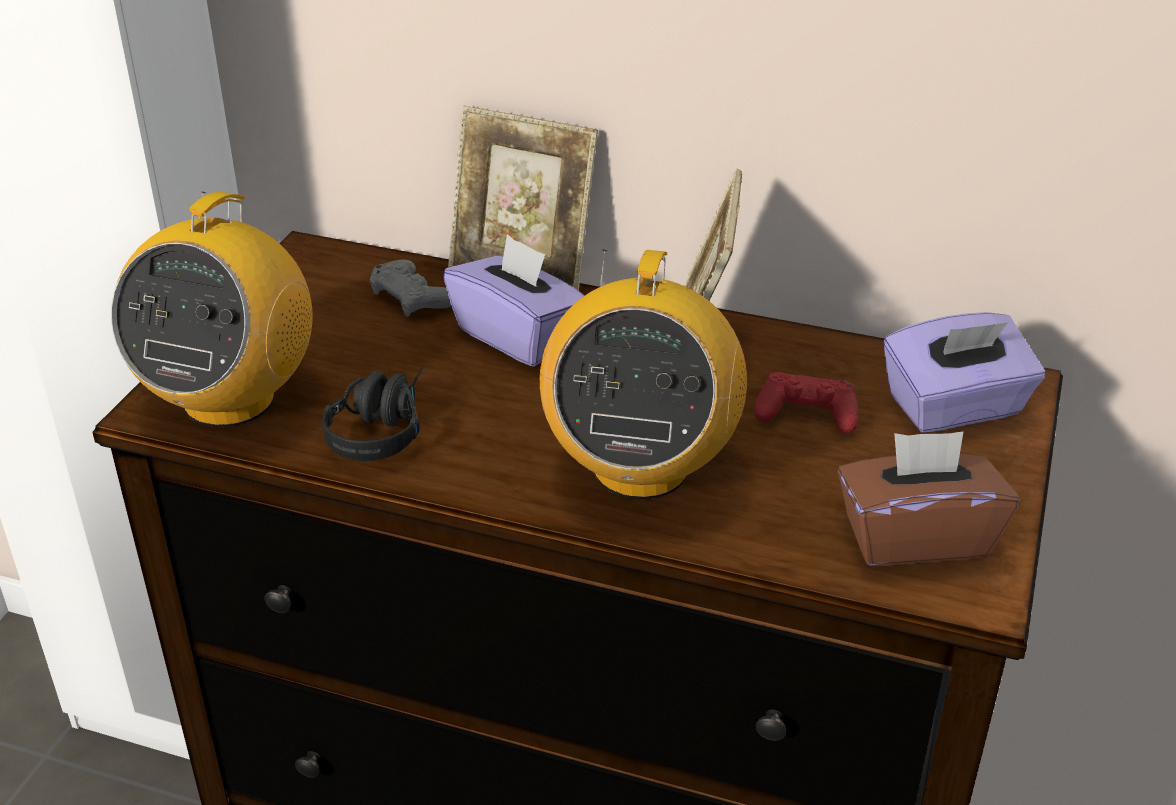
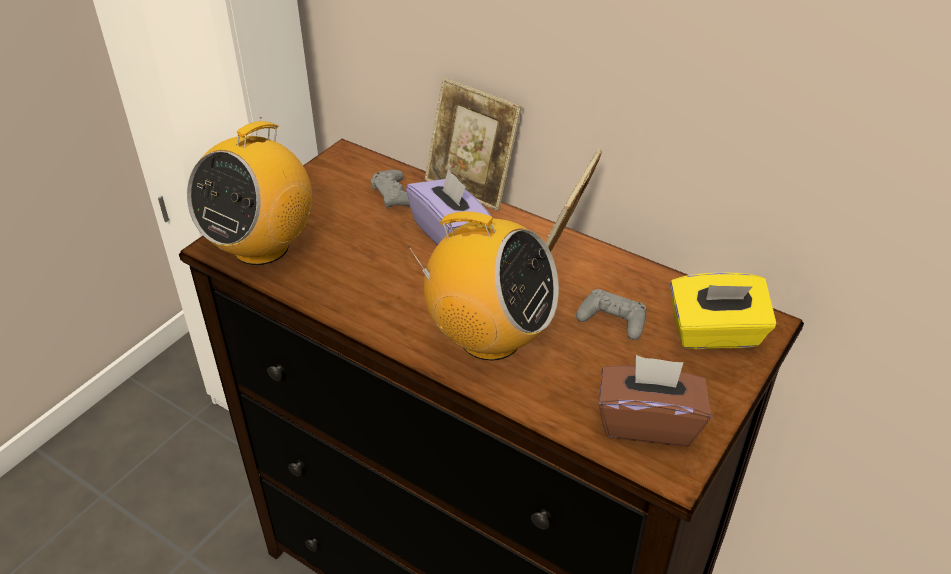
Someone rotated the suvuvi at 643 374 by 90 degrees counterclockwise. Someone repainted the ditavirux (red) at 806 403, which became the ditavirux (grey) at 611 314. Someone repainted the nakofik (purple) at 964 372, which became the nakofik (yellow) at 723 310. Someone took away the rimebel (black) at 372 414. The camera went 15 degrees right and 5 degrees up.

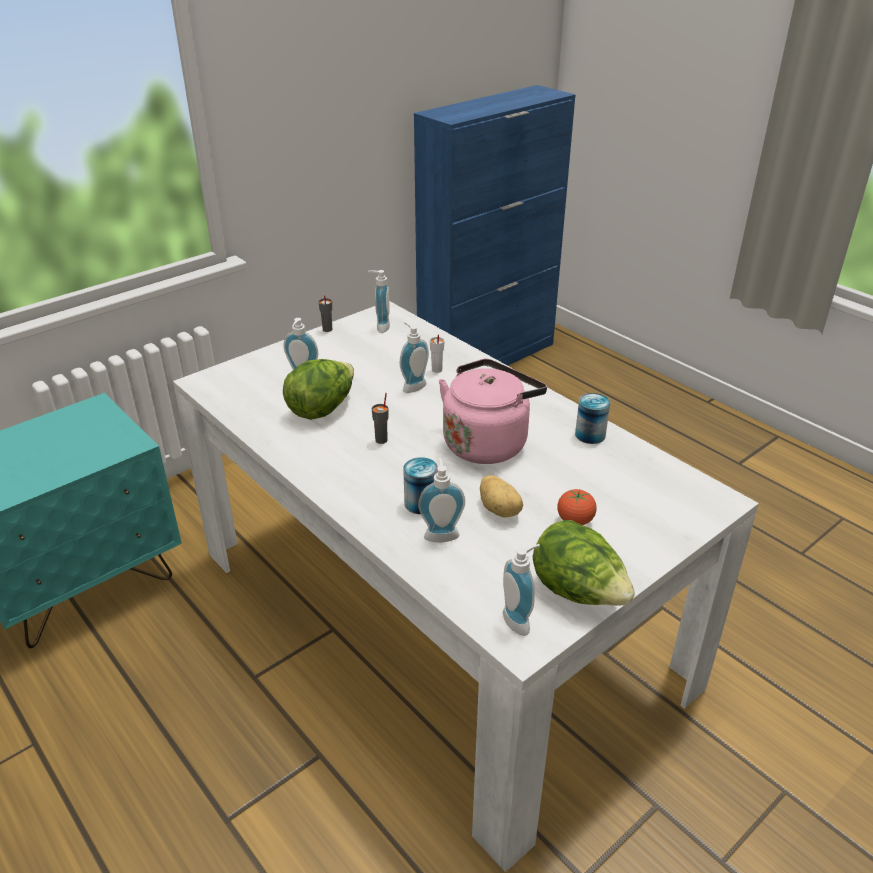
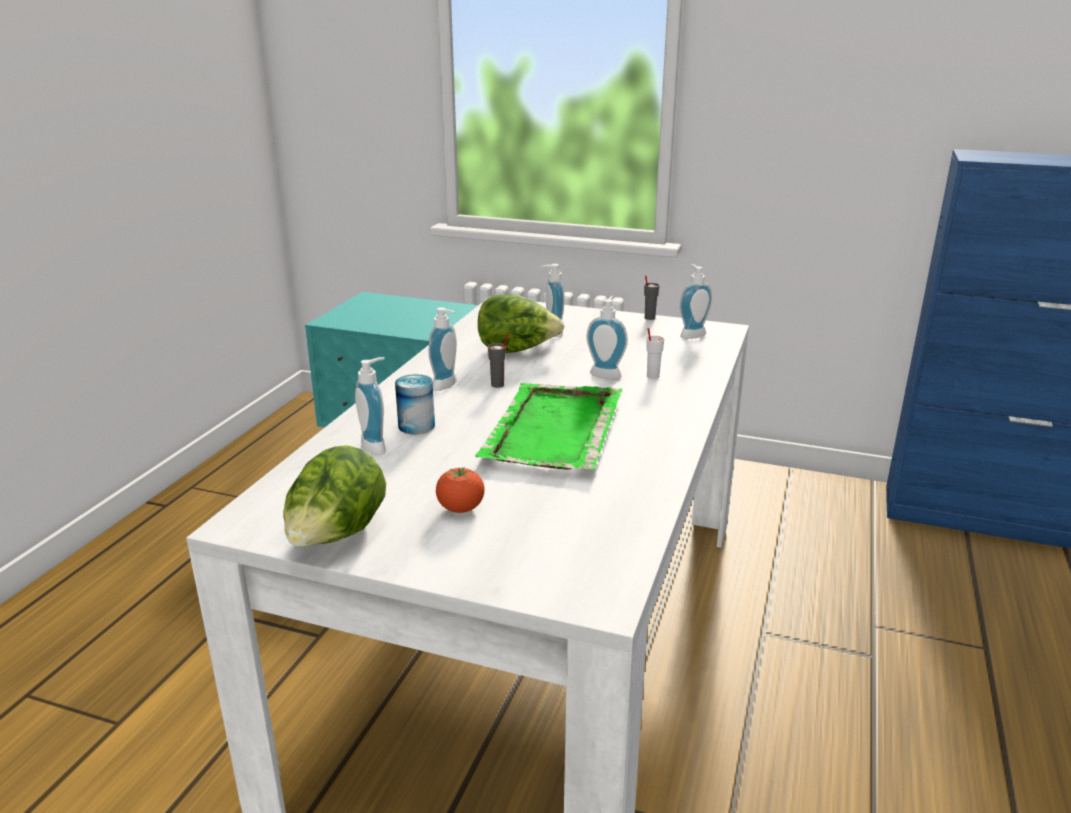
Someone carried the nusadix from 521 590 to 443 349. Someone swapped the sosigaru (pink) at 493 411 for the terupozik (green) at 548 426. Someone took away the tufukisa at 501 496. Someone took away the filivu at 592 418. The camera went 60 degrees right and 10 degrees down.

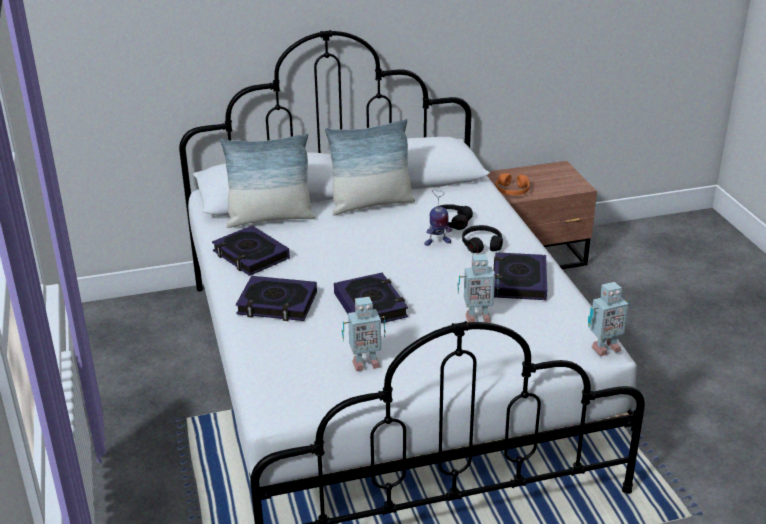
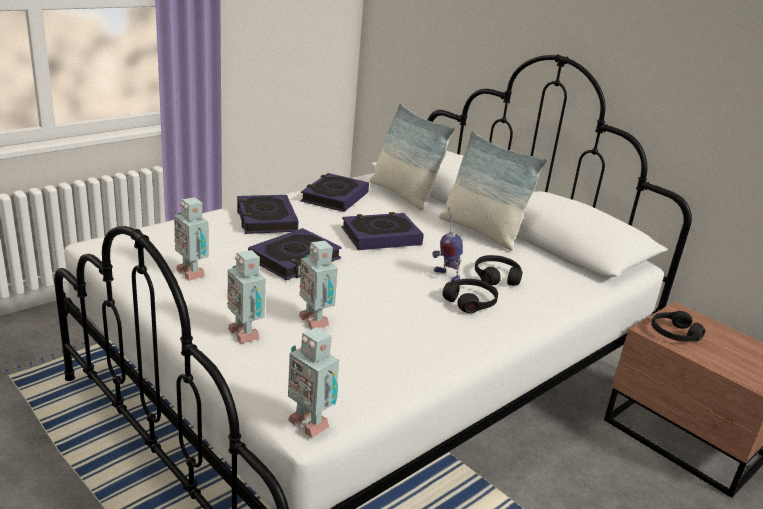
Someone put down the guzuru at 246 297. Someone carried the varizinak from 520 276 to 383 231. Someone repainted the rimebel (orange) at 512 184, which became the rimebel (black) at 678 326. The camera went 60 degrees right and 5 degrees down.

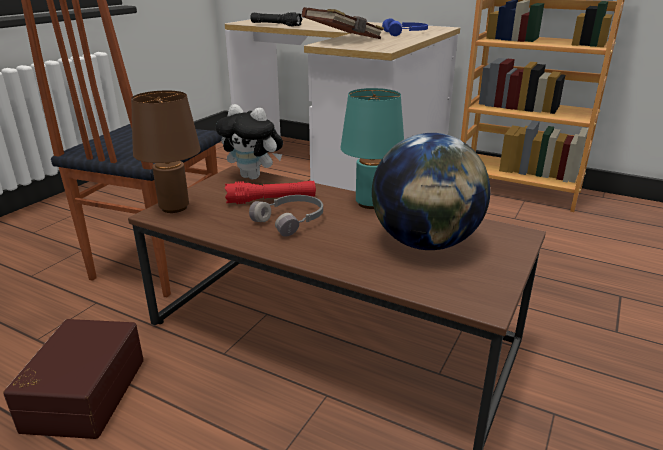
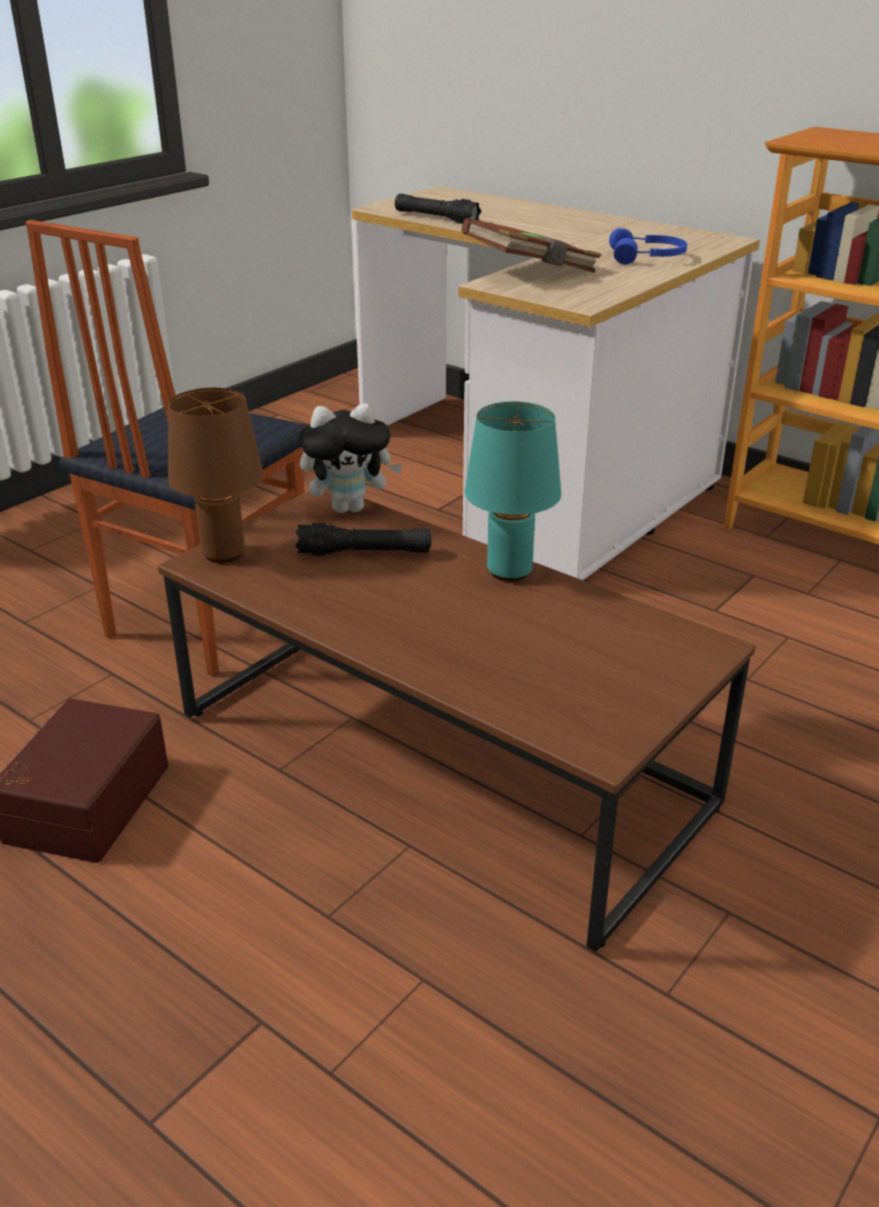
Someone repainted the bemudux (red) at 270 192, which became the bemudux (black) at 363 539. Someone rotated the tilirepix at 249 141 by 45 degrees counterclockwise. Someone took away the rimebel (grey) at 286 216. Someone took away the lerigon at 431 191. The camera went 10 degrees right and 5 degrees up.

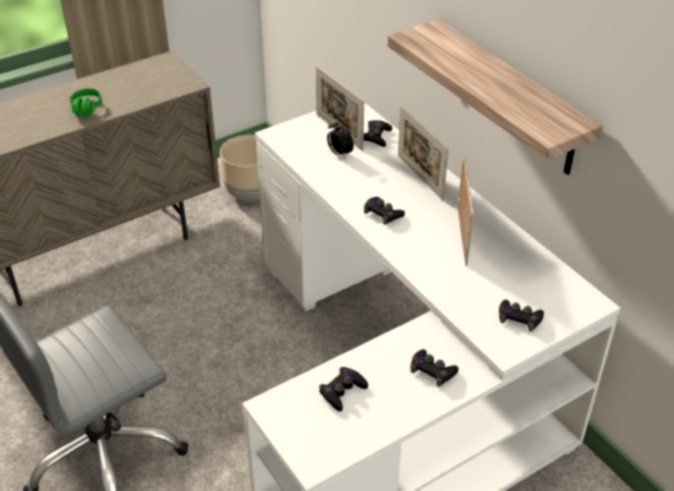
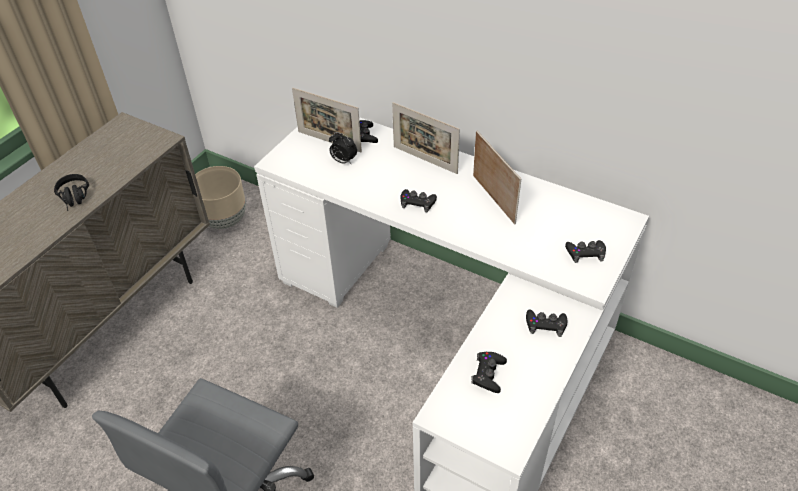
Someone repainted the rimebel (green) at 86 103, which became the rimebel (black) at 71 192. Someone took away the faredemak at 495 97. The camera went 25 degrees left and 5 degrees up.

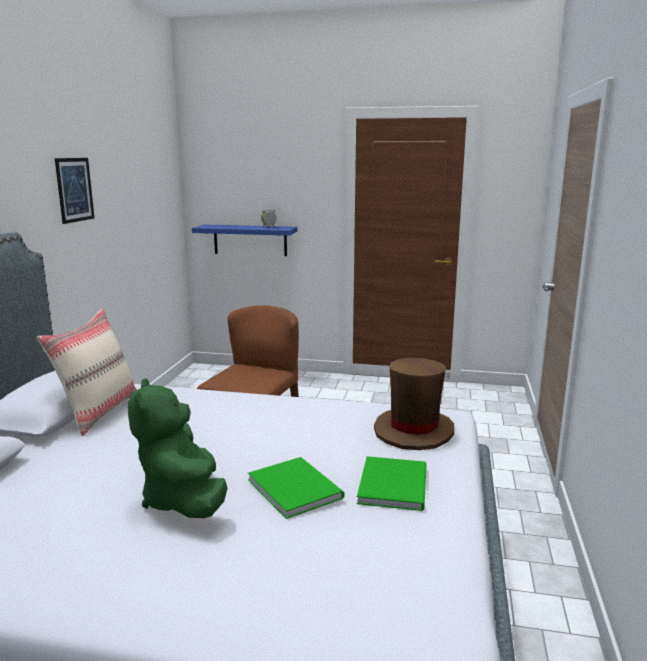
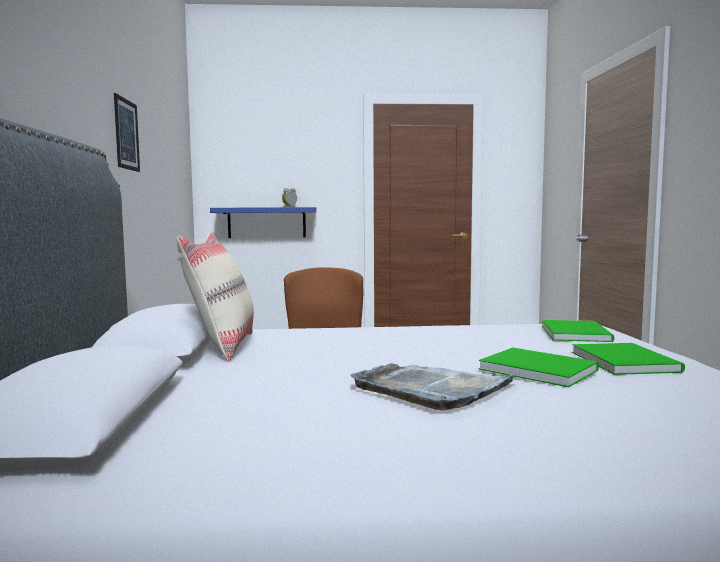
Someone swapped the tilirepix (green) at 178 448 for the terupozik (grey) at 435 387. Someone swapped the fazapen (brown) at 414 404 for the varizinak (green) at 578 331. The camera went 15 degrees left and 10 degrees down.

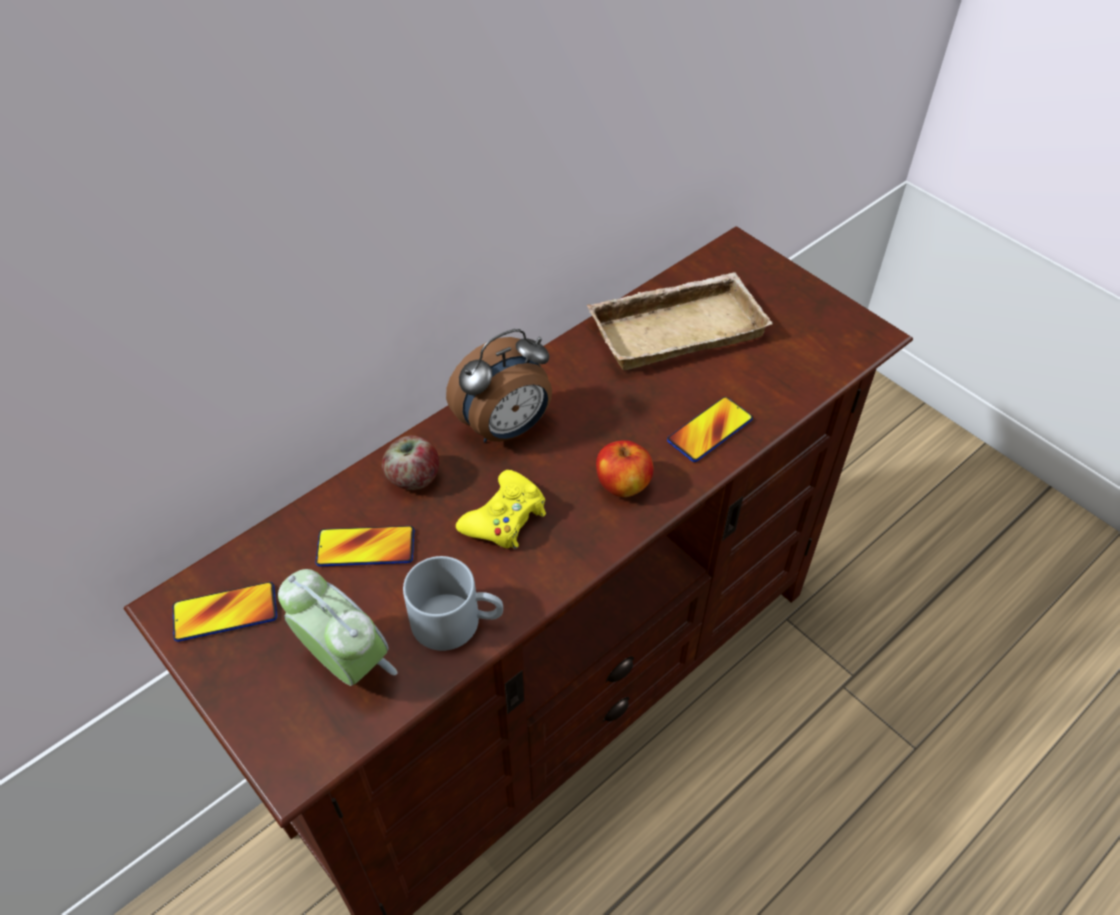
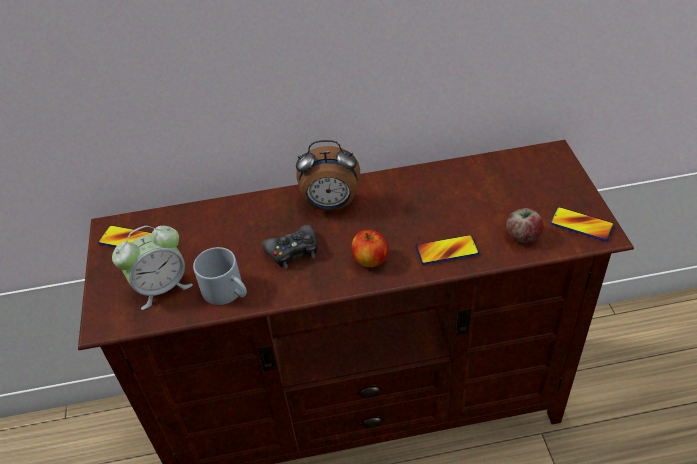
Someone rotated the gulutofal at 337 627 by 75 degrees clockwise. Someone repainted the ditavirux (yellow) at 501 509, which became the ditavirux (black) at 289 247. Someone carried the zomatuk from 410 463 to 525 226. Someone carried the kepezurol from 365 546 to 582 224. Someone took away the terupozik (beige) at 679 321. The camera went 35 degrees right and 5 degrees down.

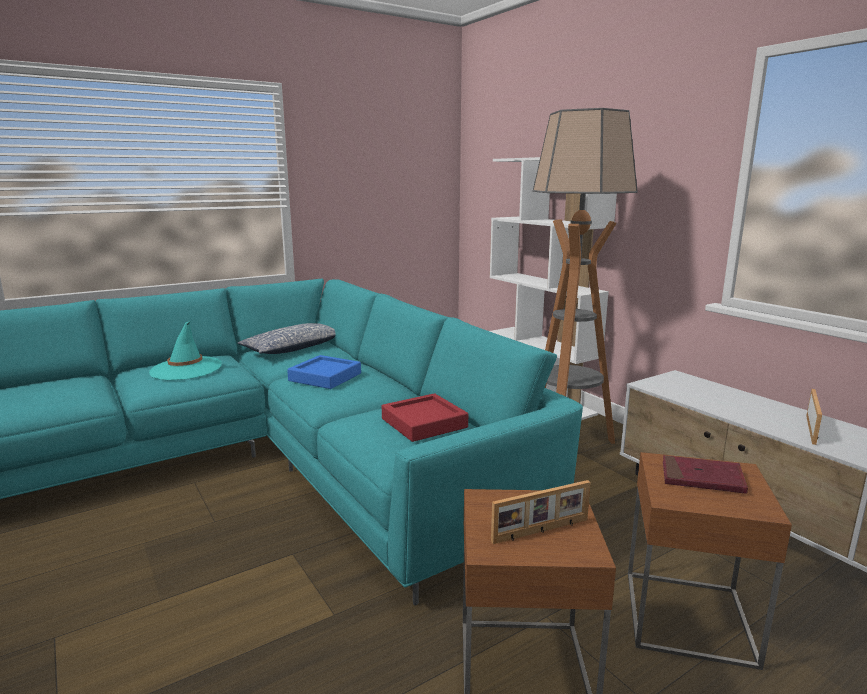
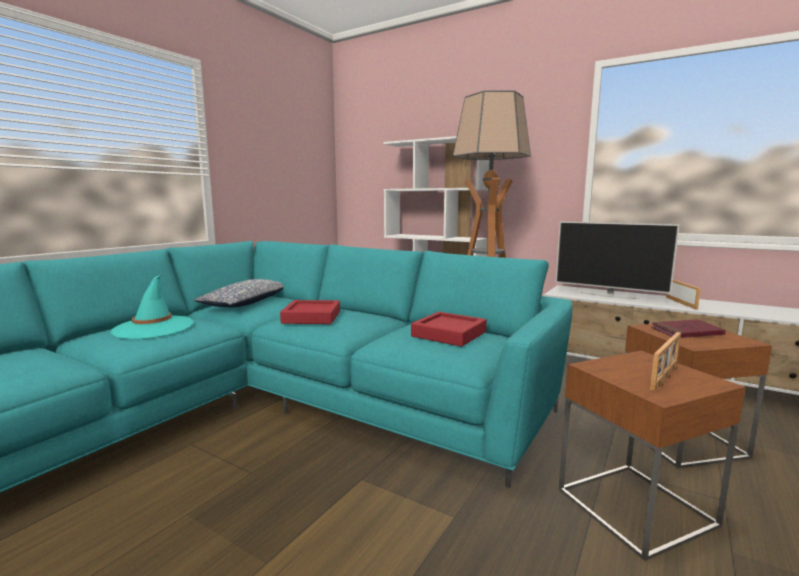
Someone repainted the terupozik (blue) at 324 372, which became the terupozik (red) at 310 312. Someone put down the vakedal at 617 260. The camera went 25 degrees left and 5 degrees down.

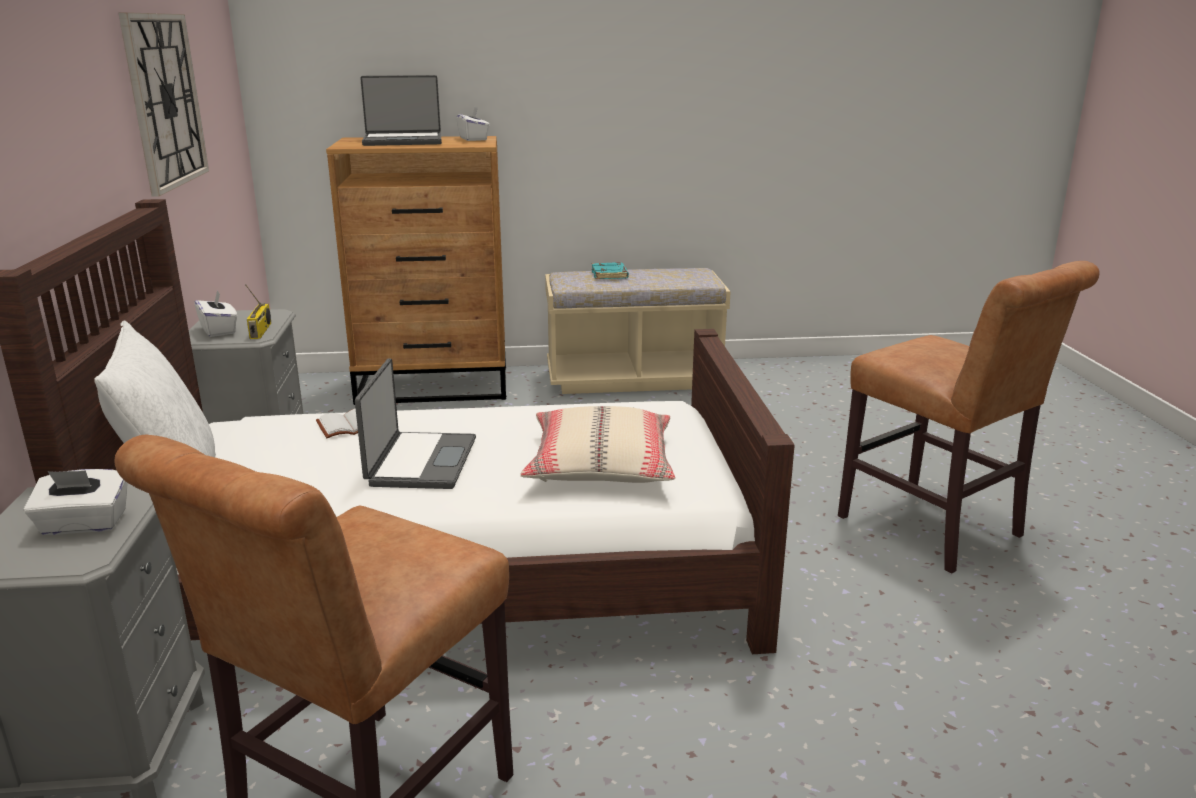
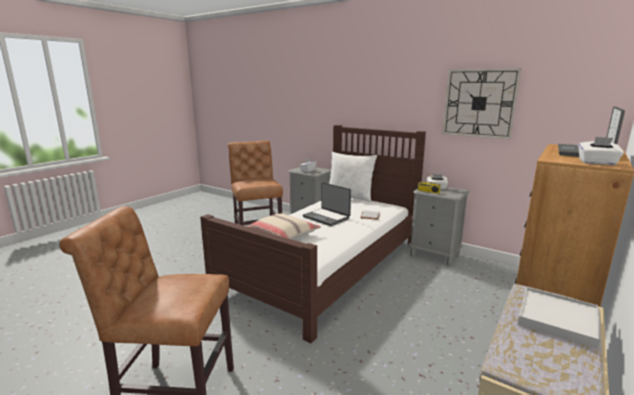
Someone swapped the varizinak (turquoise) at 610 270 for the terupozik (white) at 559 318. The camera went 130 degrees right and 5 degrees down.

